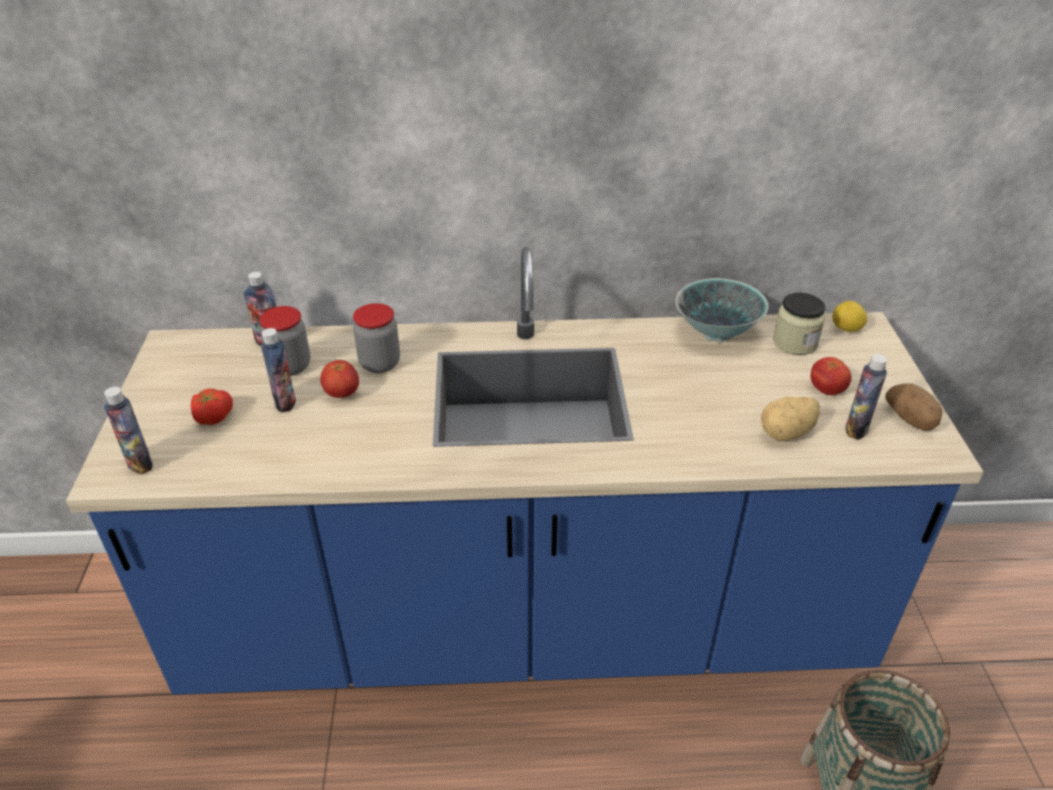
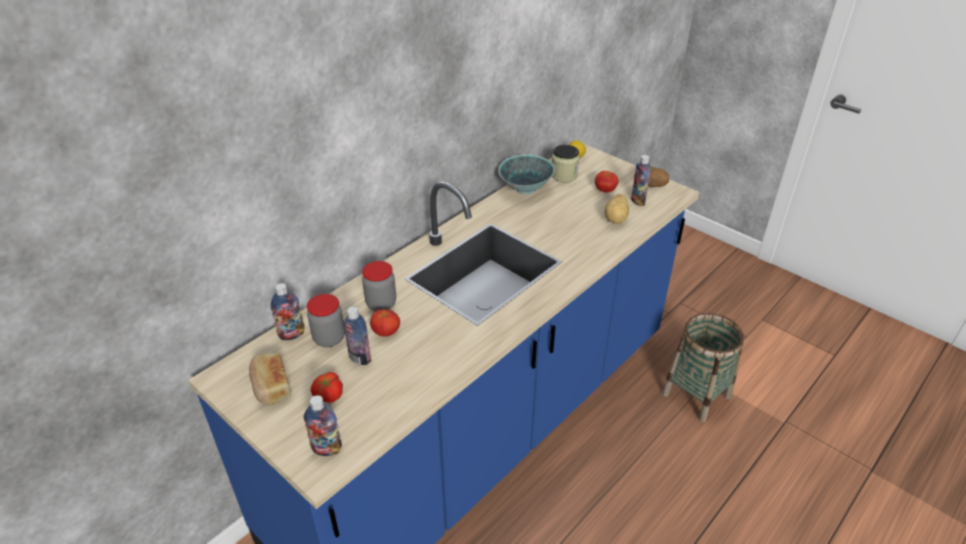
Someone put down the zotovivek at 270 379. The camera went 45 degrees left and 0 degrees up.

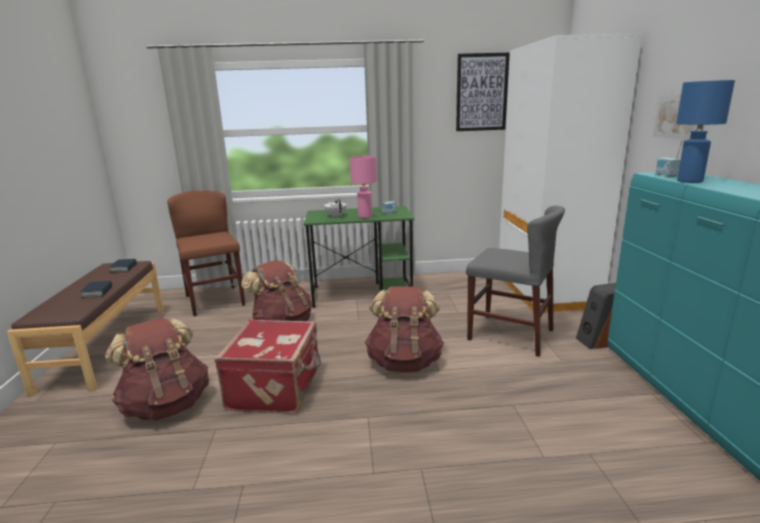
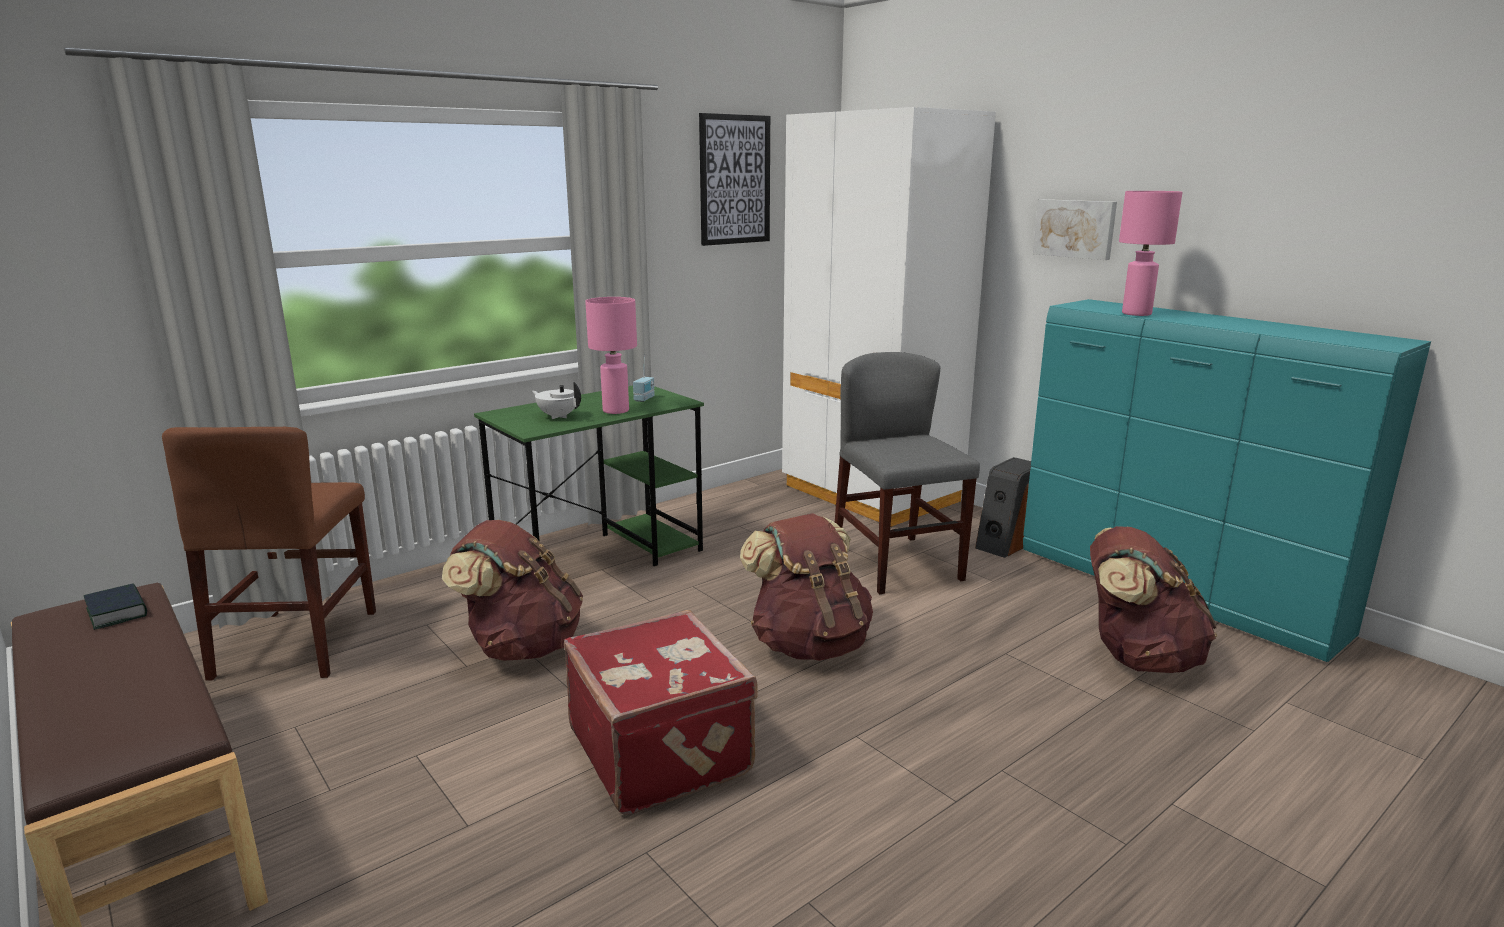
Someone rotated the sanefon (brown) at 206 253 by 120 degrees counterclockwise. Someone rotated the sanefon (grey) at 515 281 by 105 degrees counterclockwise. Someone carried the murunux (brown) from 157 369 to 1153 599. Someone repainted the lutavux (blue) at 705 131, which became the lutavux (pink) at 1150 253. Someone took away the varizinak at 96 289. Someone took away the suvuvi at 669 158. The camera went 35 degrees left and 0 degrees up.

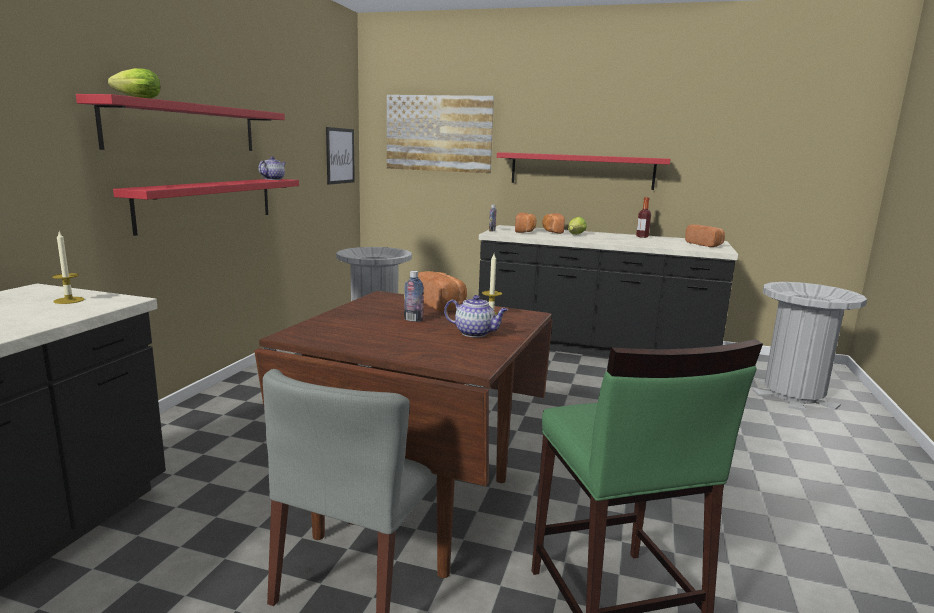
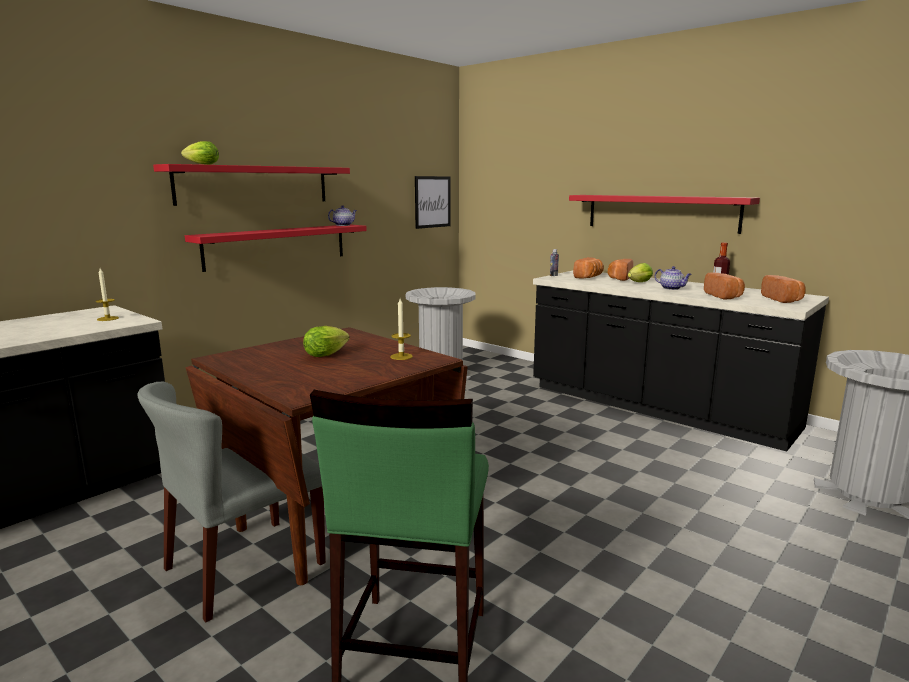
Someone swapped the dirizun at 414 296 for the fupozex at 326 341. Someone carried the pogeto from 476 316 to 673 278. Someone carried the zotovivek from 442 291 to 724 285. Someone took away the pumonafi at 440 134. The camera went 25 degrees right and 0 degrees up.

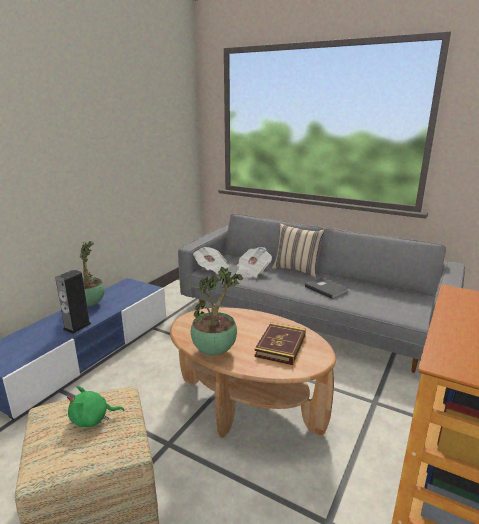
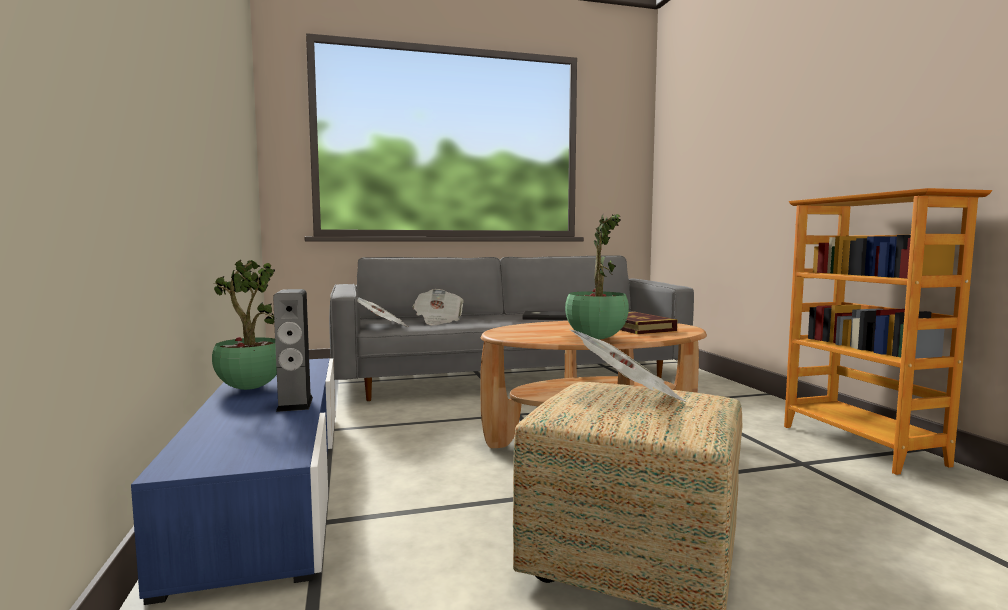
Someone swapped the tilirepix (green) at 96 406 for the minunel at 628 365. Someone took away the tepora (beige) at 298 250. The camera went 45 degrees left and 15 degrees down.

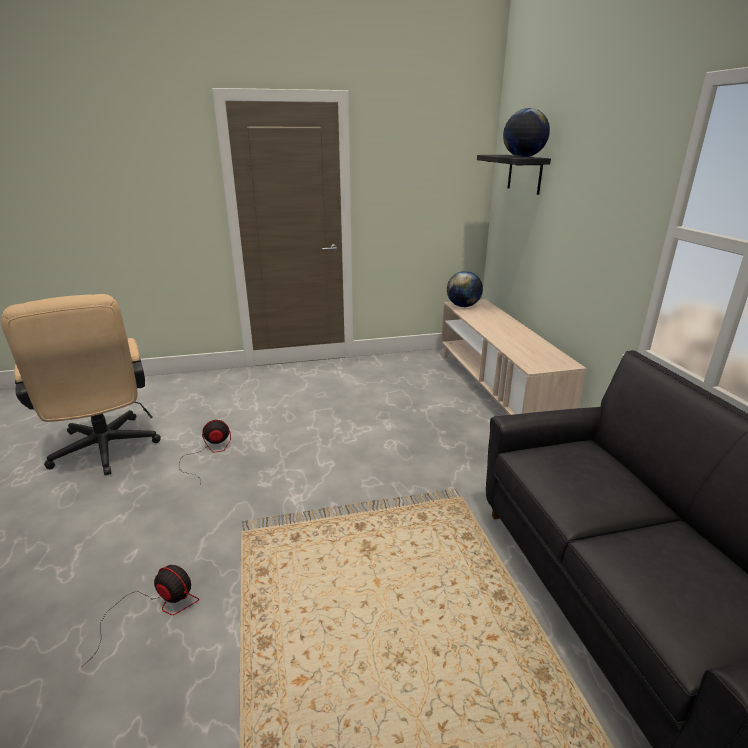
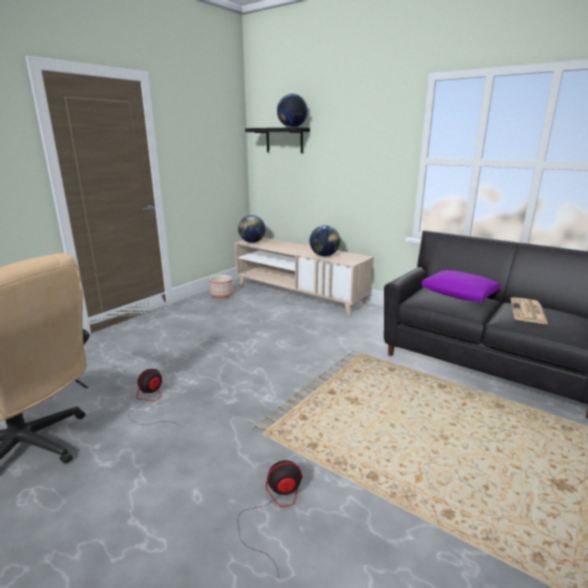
Someone put down the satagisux at 221 286. Someone put down the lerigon at 325 240. Someone put down the tepora (purple) at 461 286. Someone put down the minunel at 529 310. The camera went 40 degrees left and 5 degrees down.

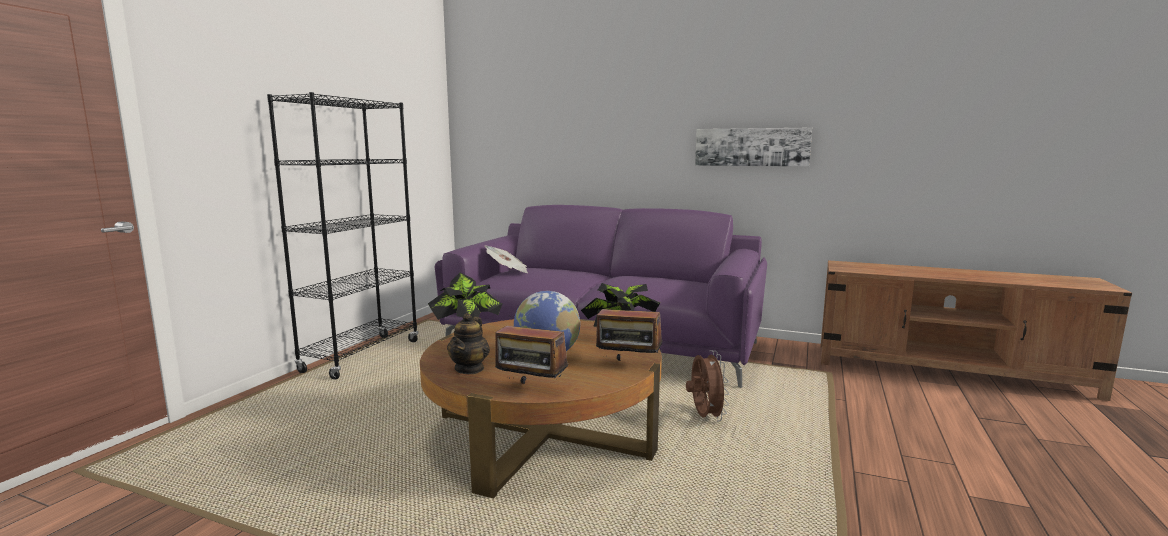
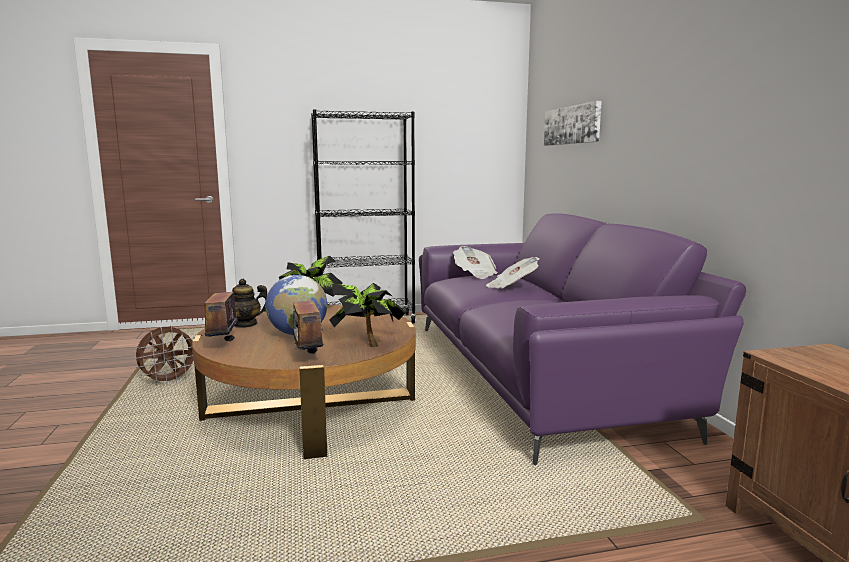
Someone carried the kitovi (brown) from 707 385 to 165 355. Someone put down the minunel at 512 273. Someone carried the pumonafi from 753 147 to 573 123. The camera went 55 degrees right and 0 degrees up.

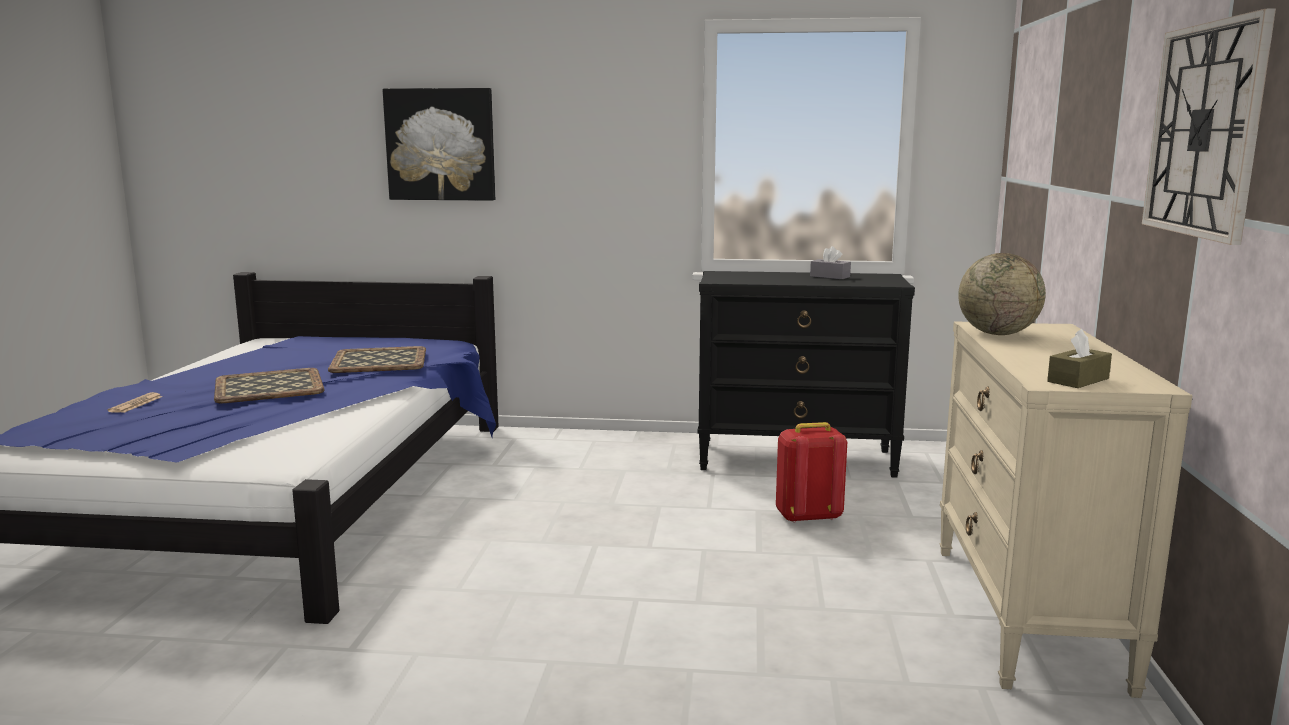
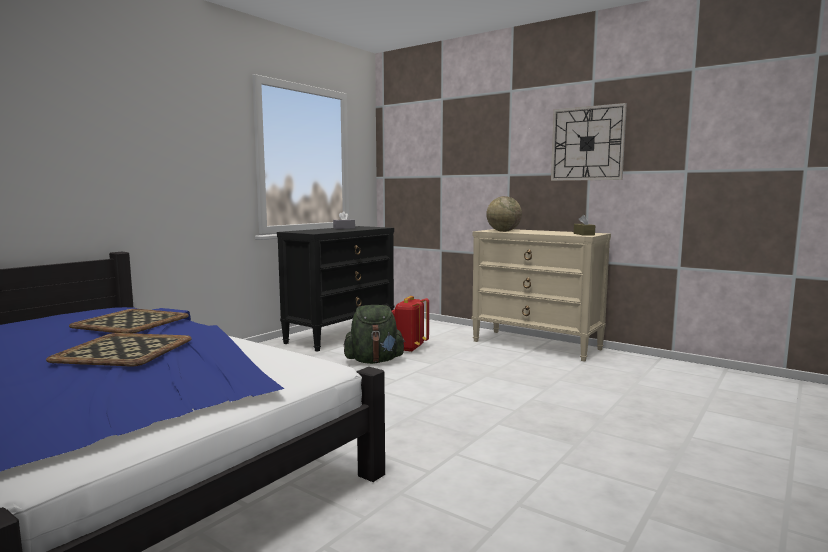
Someone put down the murunux (green) at 374 334. Someone took away the minunel at 135 402. Someone took away the pumonafi at 439 144. The camera went 60 degrees left and 5 degrees down.

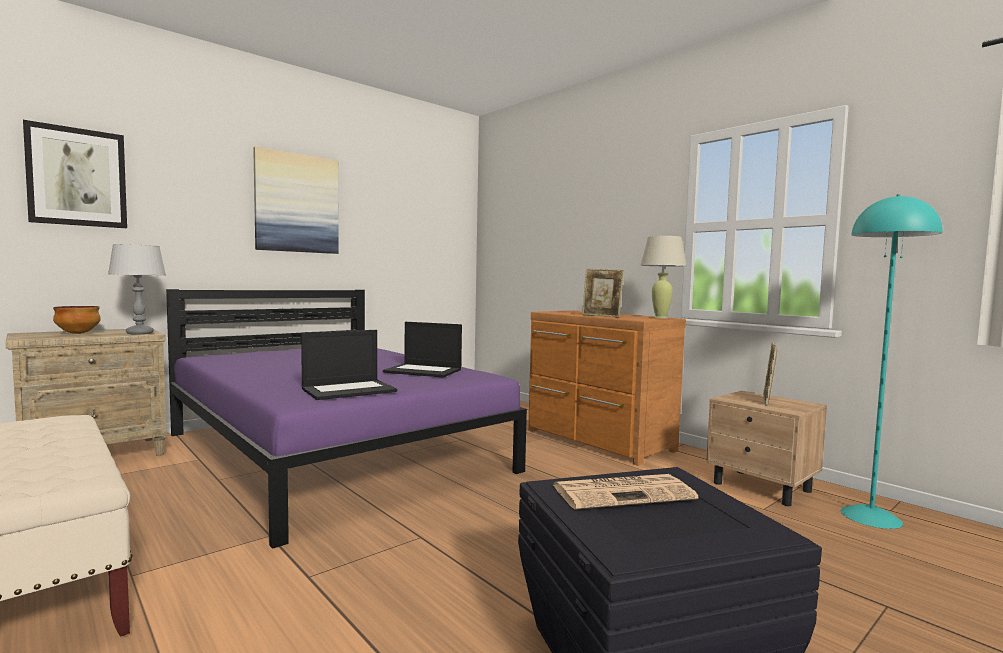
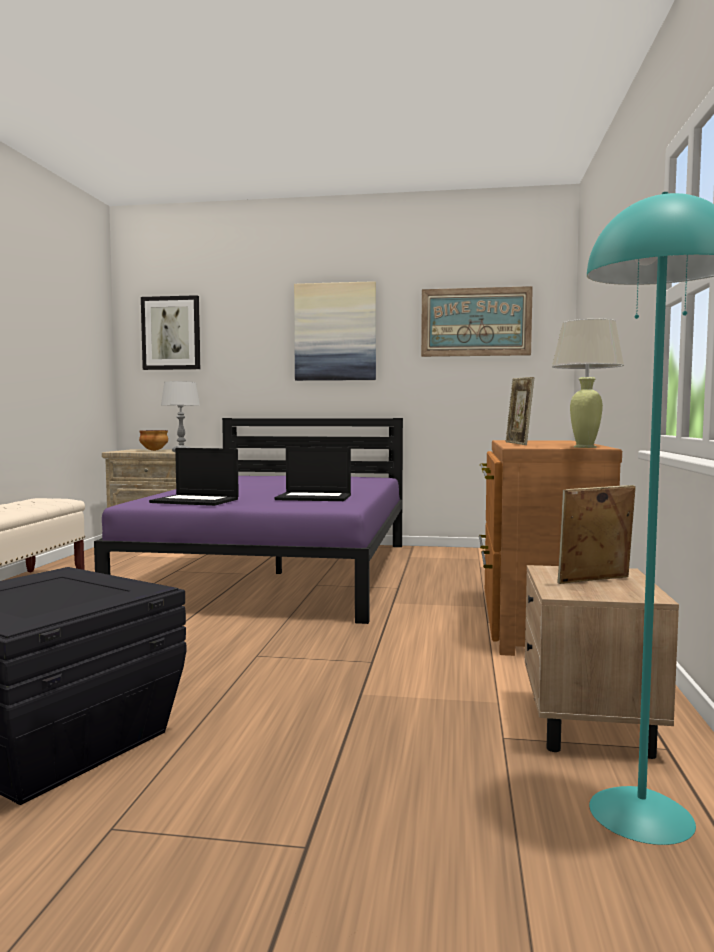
Someone rotated the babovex at 422 349 by 60 degrees counterclockwise. Someone put up the pumonafi at 477 321. Someone took away the minunel at 625 491. The camera went 50 degrees right and 0 degrees up.

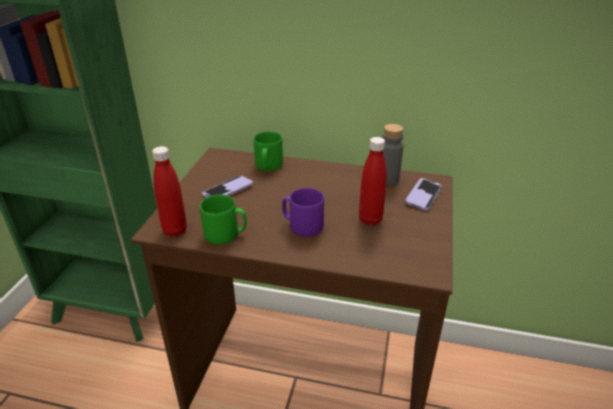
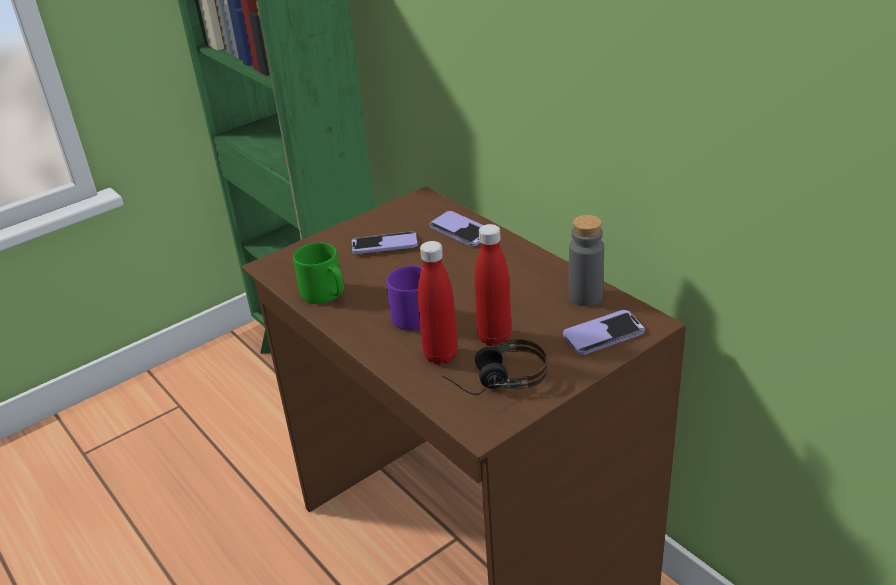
Someone carried the dirizun (red) from 169 191 to 438 303. Someone swapped the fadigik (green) at 268 151 for the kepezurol at 456 229. Someone put down the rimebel at 494 367. The camera went 40 degrees right and 0 degrees up.

